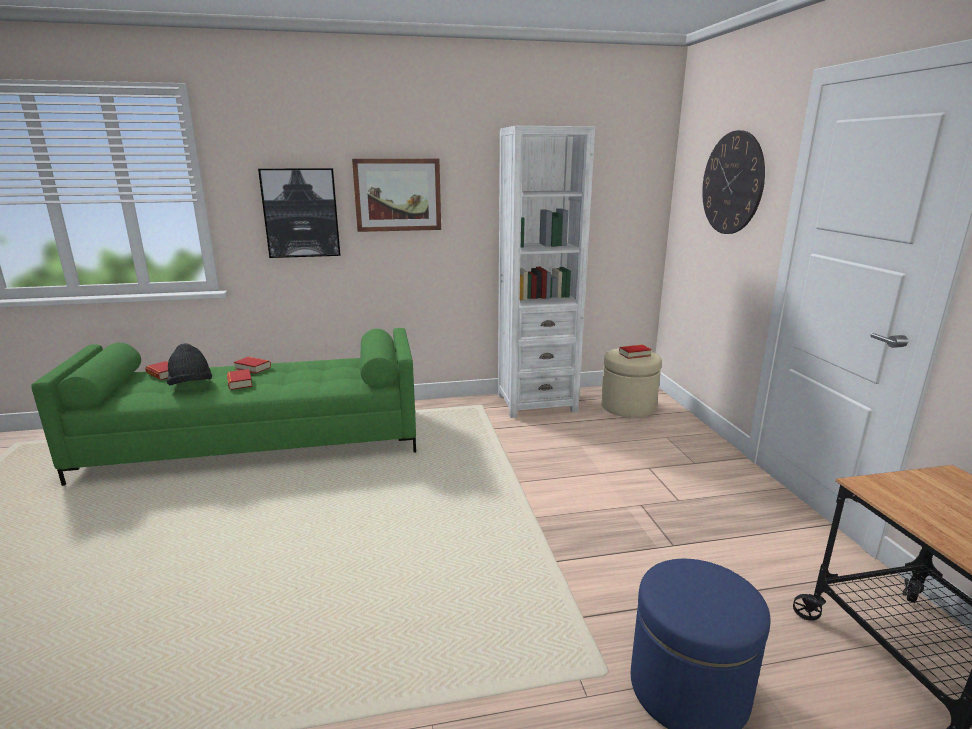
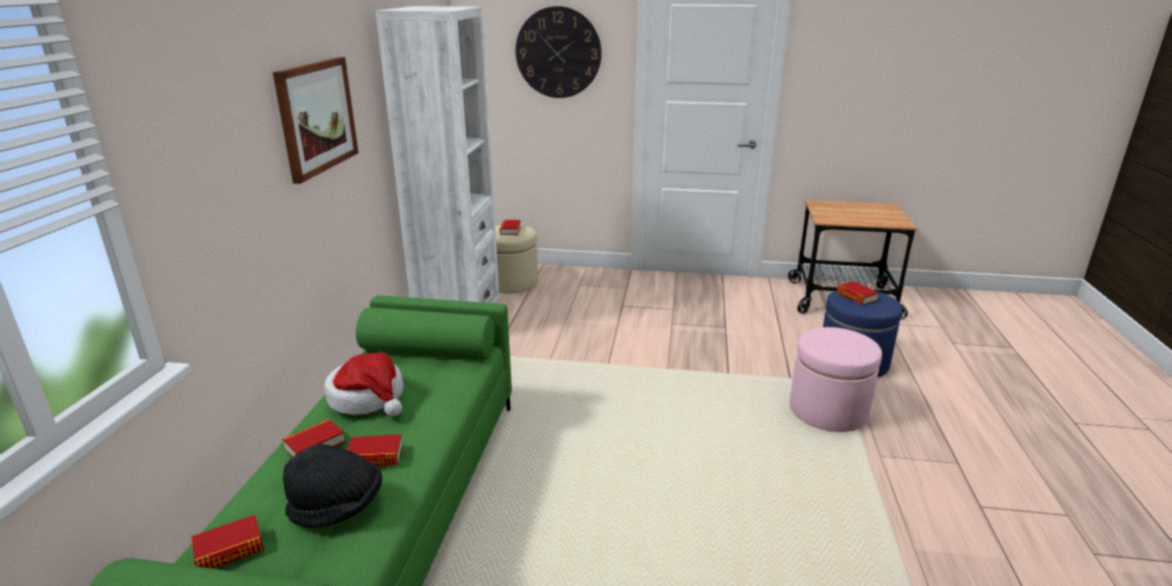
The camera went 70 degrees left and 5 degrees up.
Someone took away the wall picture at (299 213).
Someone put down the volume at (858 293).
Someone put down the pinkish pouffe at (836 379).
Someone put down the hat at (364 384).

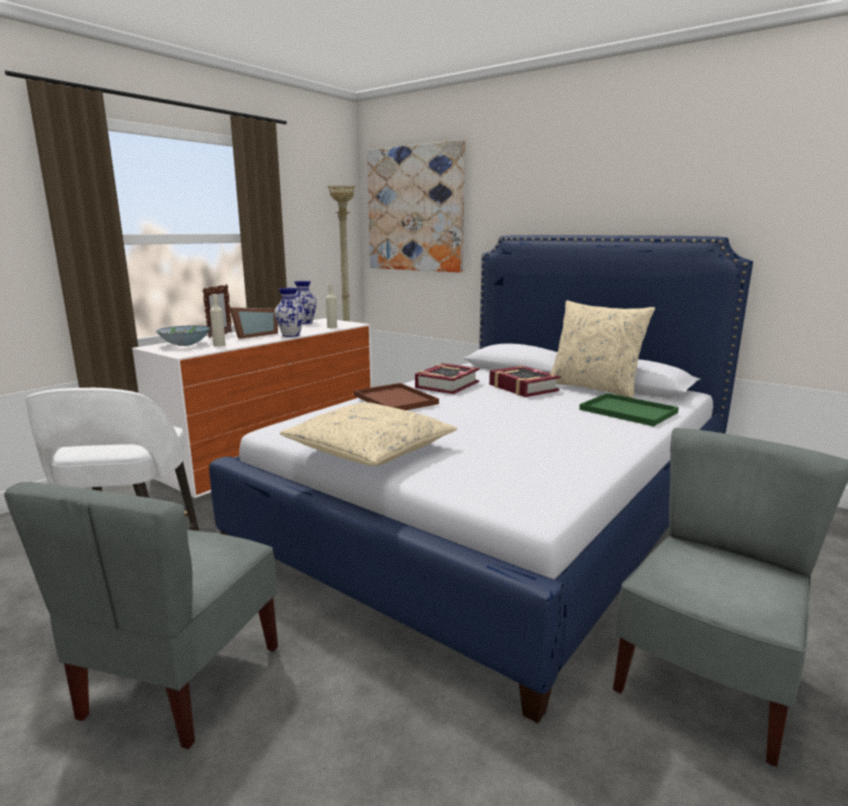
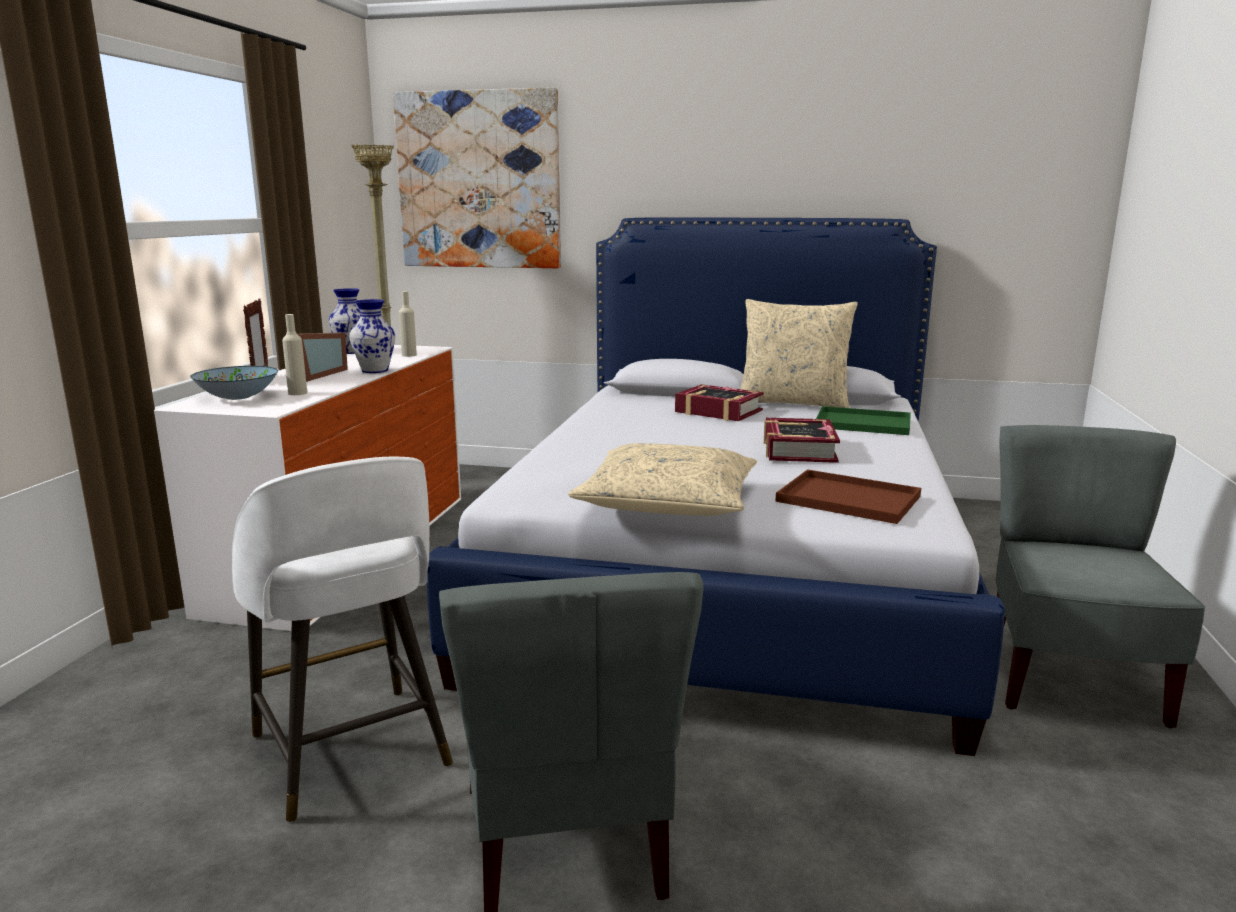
The camera went 25 degrees left and 0 degrees up.
Someone carried the volume from (447 378) to (802 440).
Someone carried the brown tray from (396 396) to (848 496).

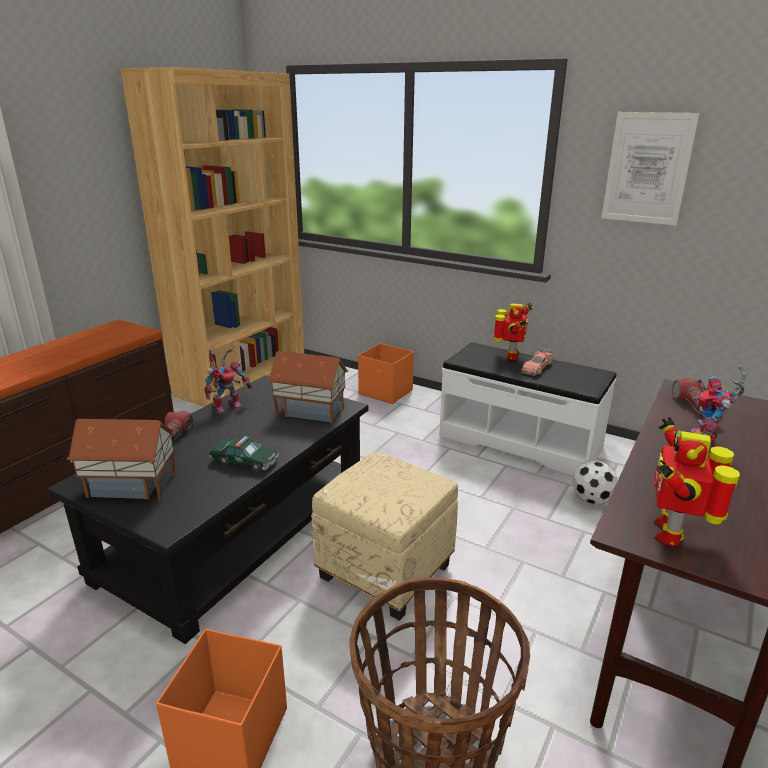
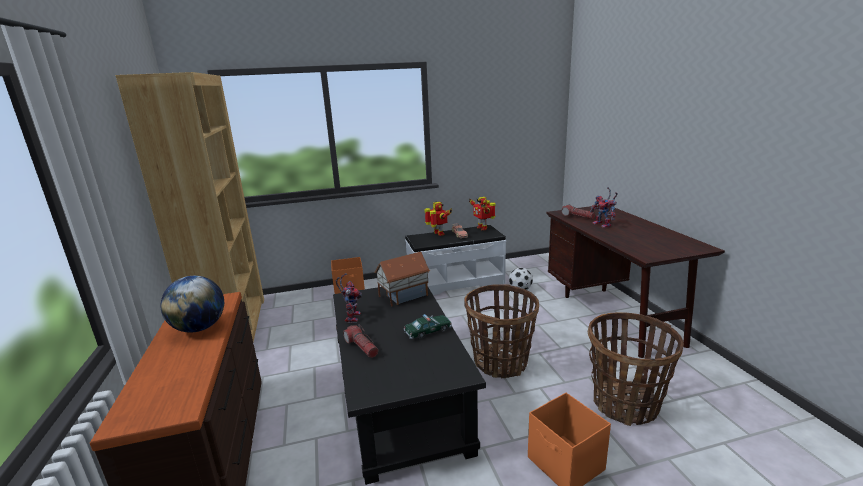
The camera went 45 degrees left and 5 degrees down.
Someone took away the wall picture at (650 168).
Someone carried the toy robot from (697 481) to (482 214).
Someone took away the toy house at (121 461).
Someone swapped the beige pouffe at (384 536) for the household basket at (501 331).
Someone put down the desk globe at (192 304).

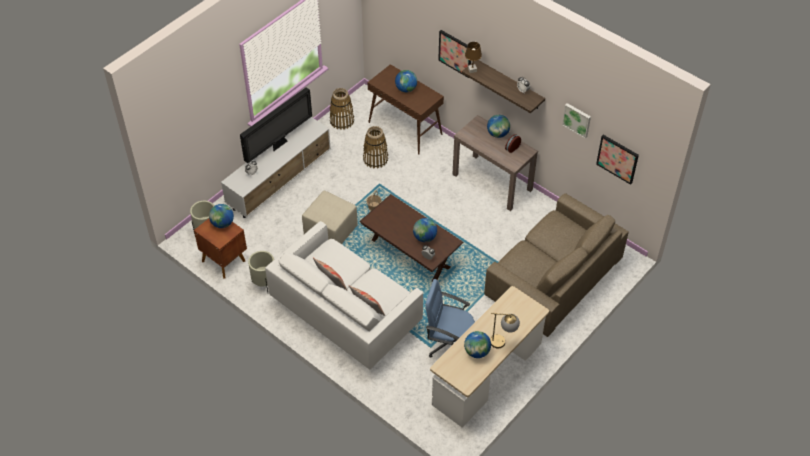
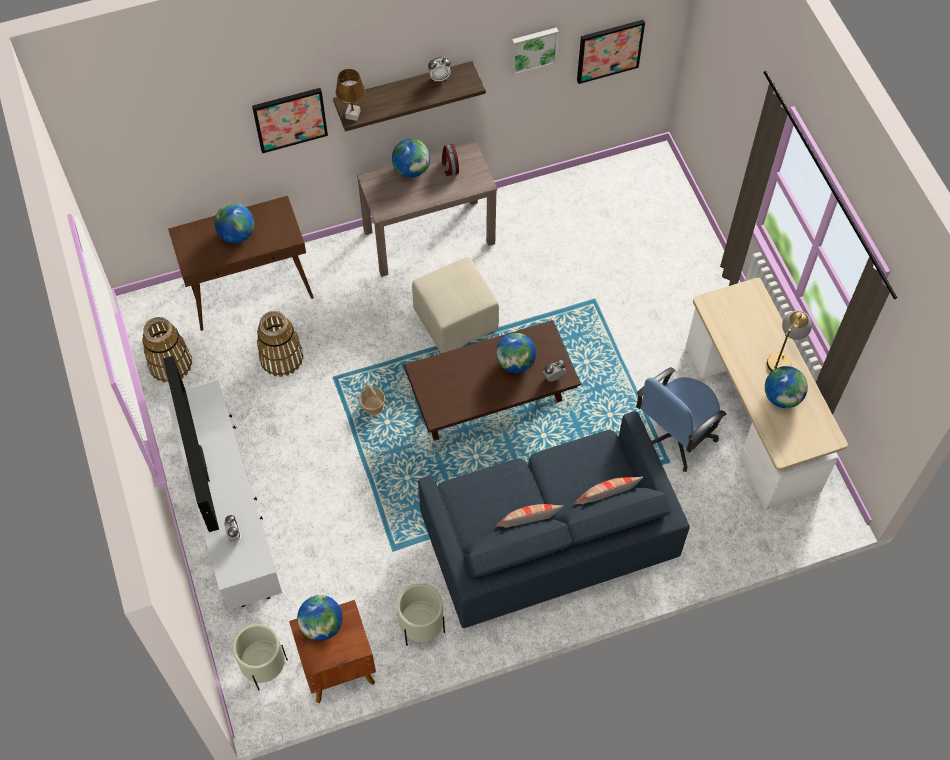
The camera went 60 degrees left and 10 degrees up.
Someone carried the beige pouffe from (330 217) to (455 305).
Someone took away the brown sofa at (556 265).
Someone repainted the white-coloured sofa at (344 295), which became the blue sofa at (554 519).

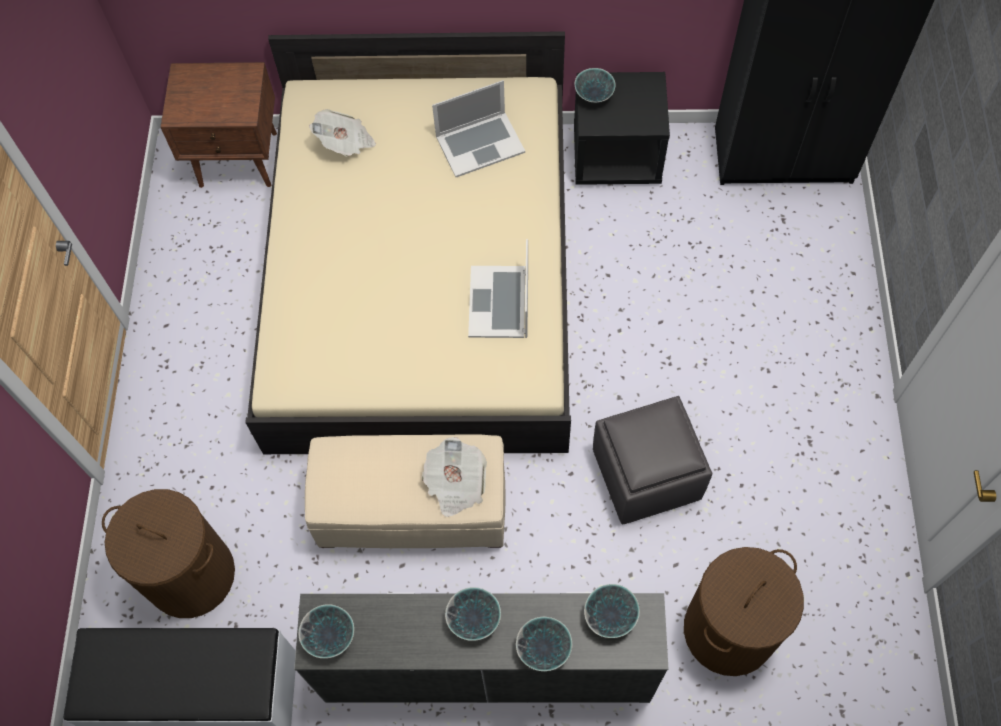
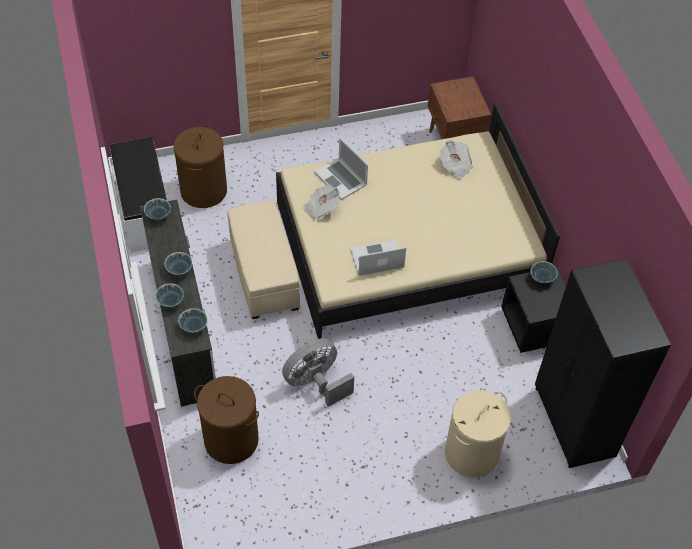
The camera went 70 degrees right and 10 degrees down.
Someone carried the notebook computer from (478 128) to (341 169).
Someone swapped the grey pouffe at (652 460) for the grey fan at (318 372).
Someone carried the printed paper from (454 477) to (321 202).
Someone put down the beige laundry basket at (478 434).

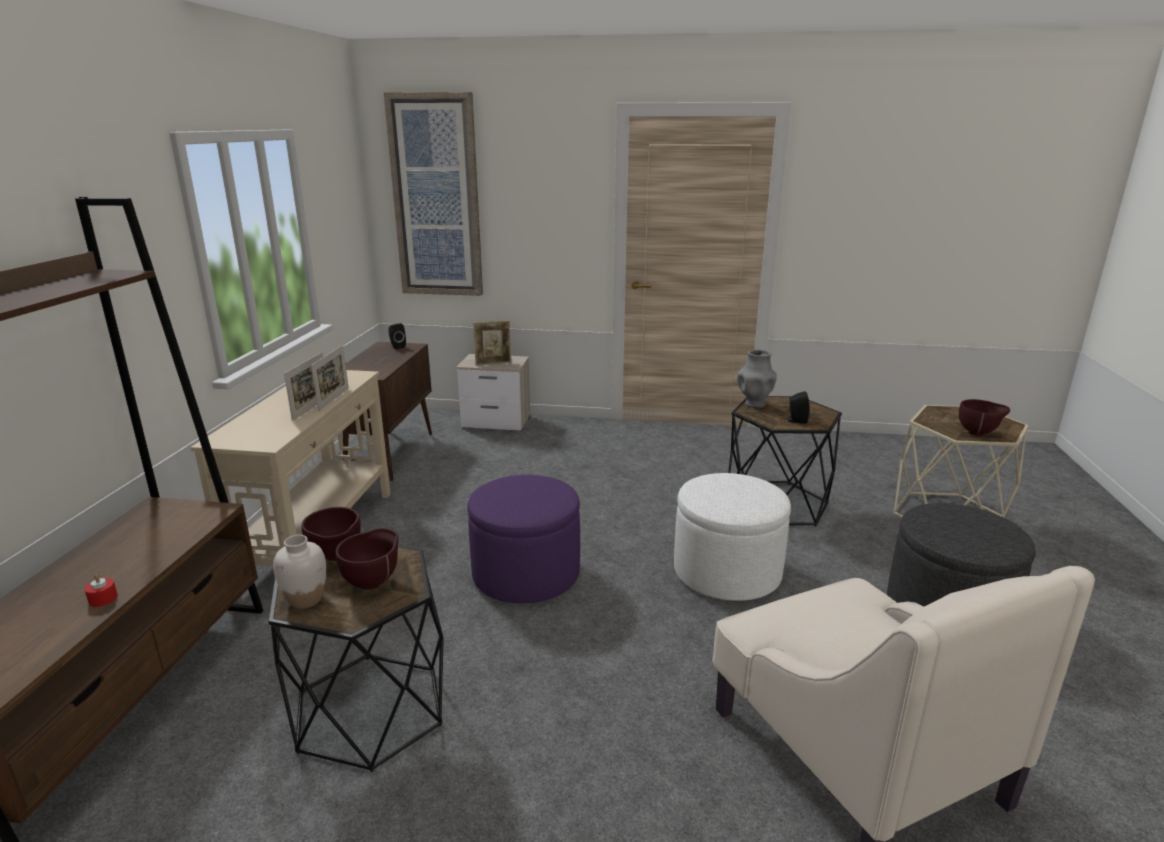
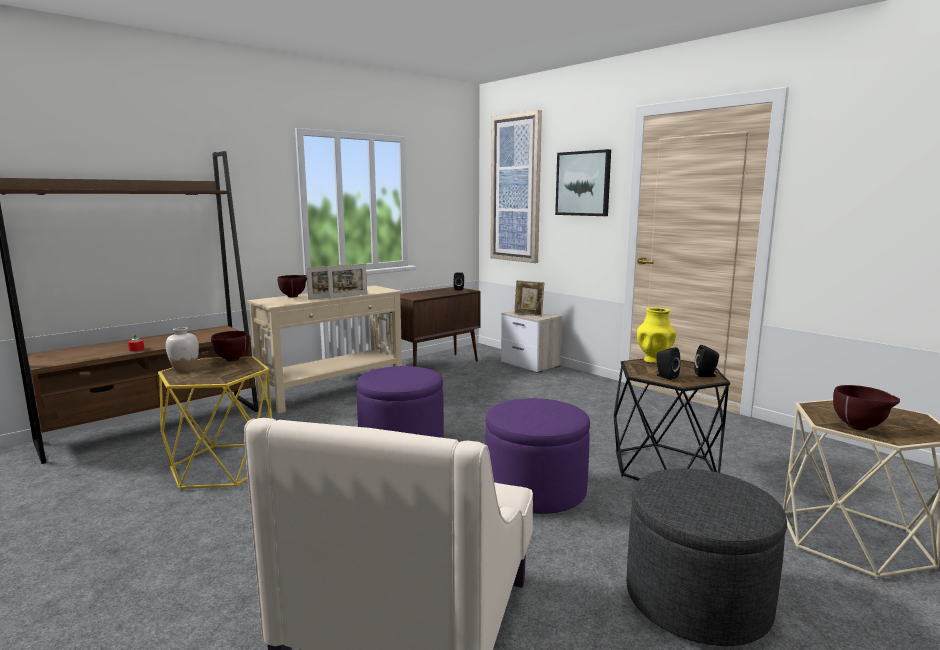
The camera went 40 degrees right and 10 degrees down.
Someone repainted the grey flower vase at (757 379), which became the yellow-coloured flower vase at (656 335).
Someone repainted the white-coloured pouffe at (732 537), which became the purplish pouffe at (537 456).
Someone carried the brown serving bowl from (367 559) to (292 286).
Someone repainted the black-coloured side table at (356 659), which became the yellow-coloured side table at (215 423).
Someone put up the wall picture at (583 182).
Someone put down the black-coloured audio speaker at (706 361).

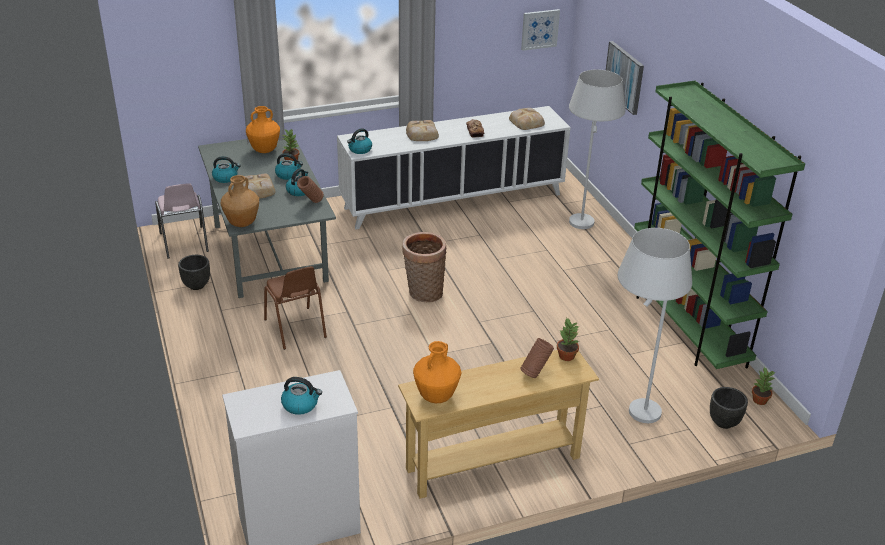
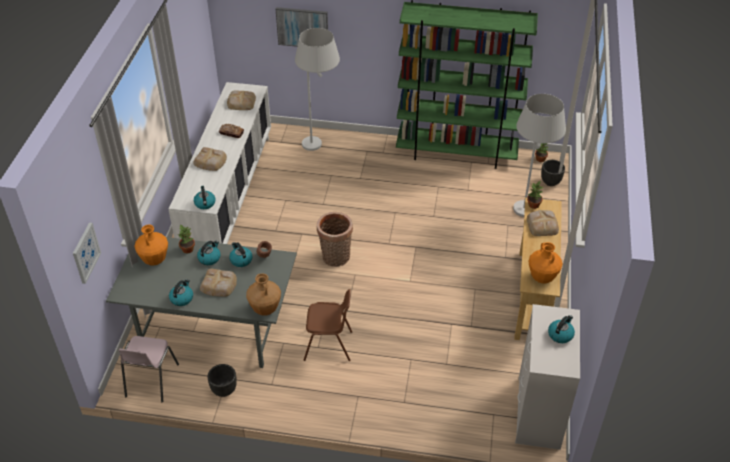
The camera went 60 degrees left and 10 degrees up.
Someone carried the wall picture from (540 30) to (87 253).
Someone rotated the pinkish plain chair at (182 221) by 90 degrees clockwise.
Someone swapped the brown flower vase at (537 358) for the baked bread at (543 223).

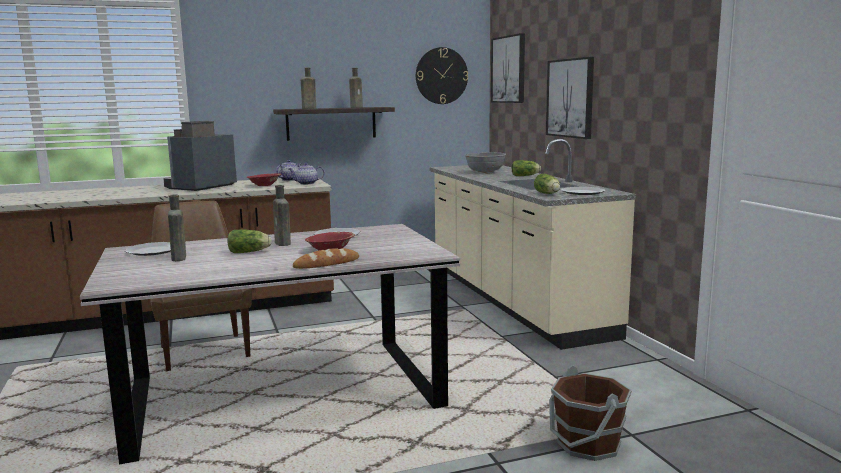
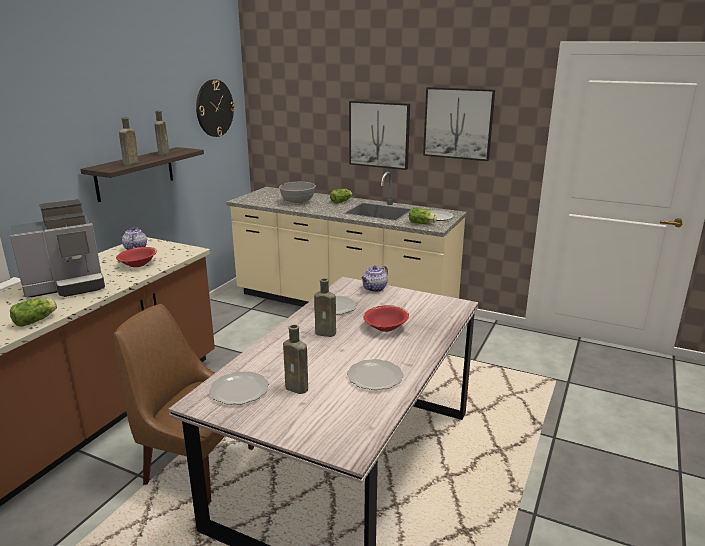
The camera went 45 degrees left and 10 degrees up.
Someone carried the wall picture from (508 68) to (459 124).
Someone rotated the coffee machine at (200 156) by 105 degrees counterclockwise.
Someone carried the pot for tea from (307 174) to (374 279).
Someone carried the lettuce from (250 241) to (33 312).
Someone took away the baked bread at (326 258).
Someone took away the brown pail at (590 413).
Someone put down the plate at (375 374).

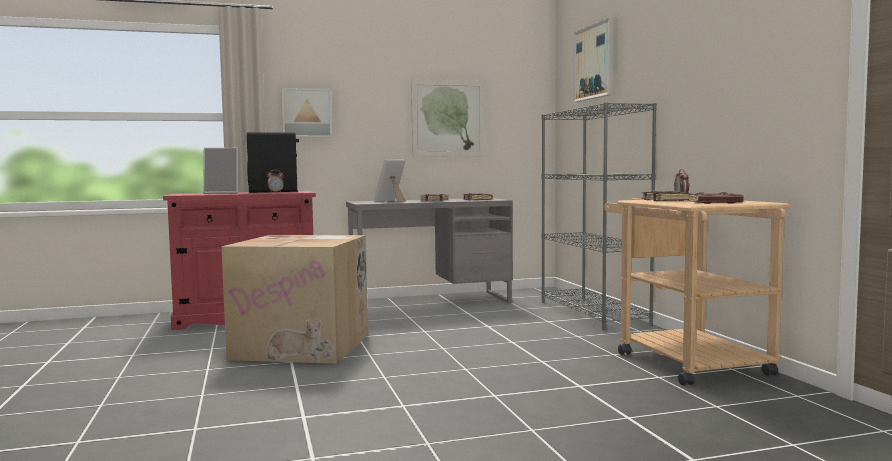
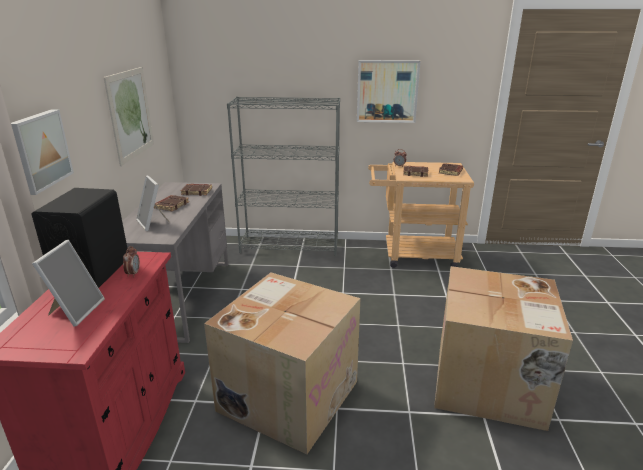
The camera went 70 degrees left and 20 degrees up.
Someone carried the wall picture from (593 60) to (388 91).
Someone put down the packing box at (503 348).

